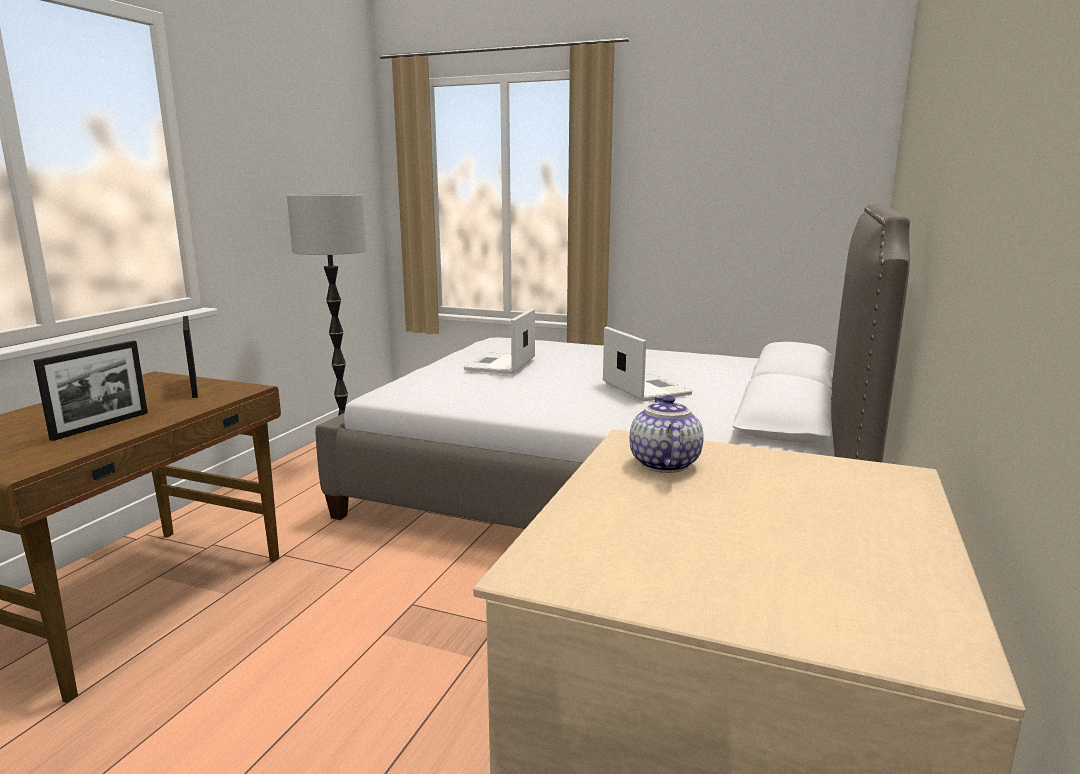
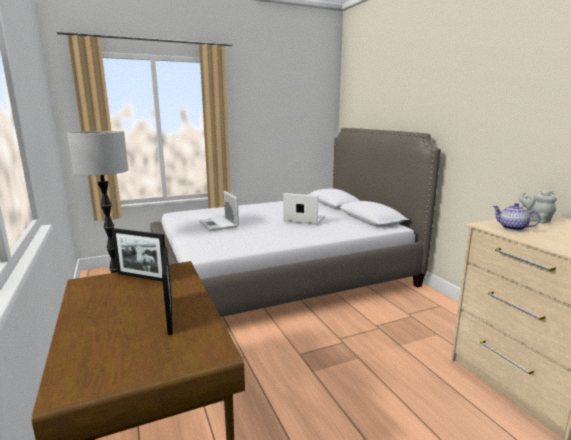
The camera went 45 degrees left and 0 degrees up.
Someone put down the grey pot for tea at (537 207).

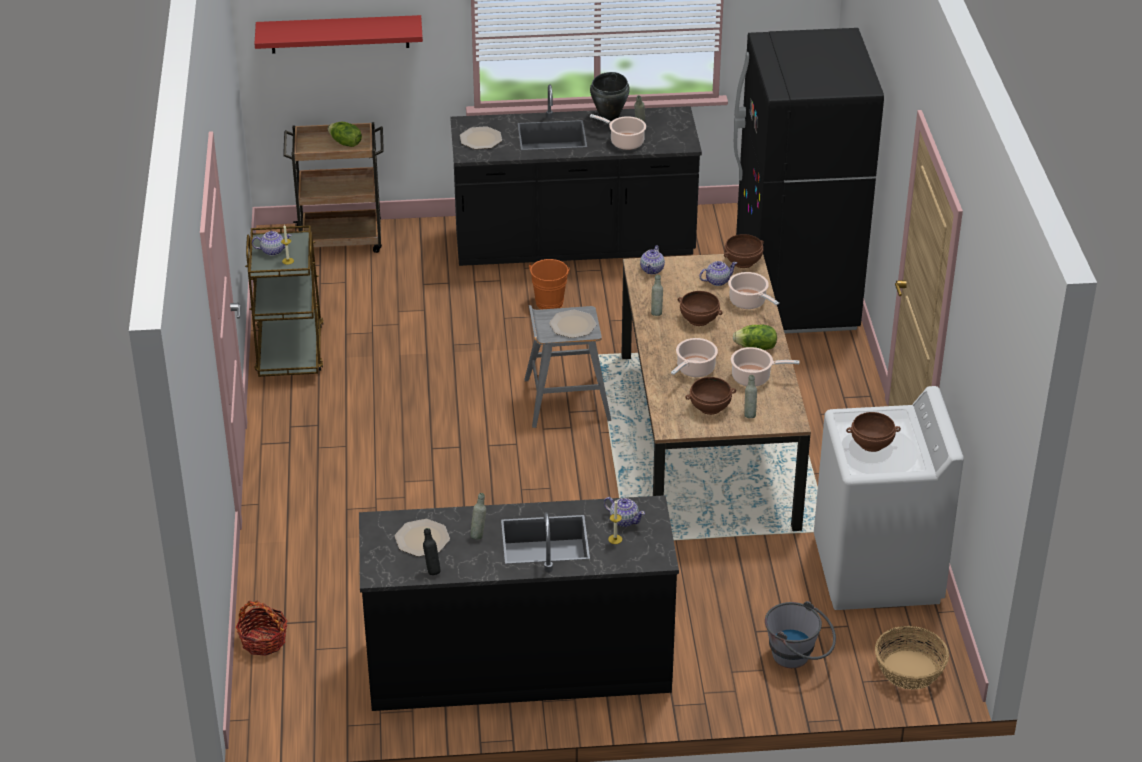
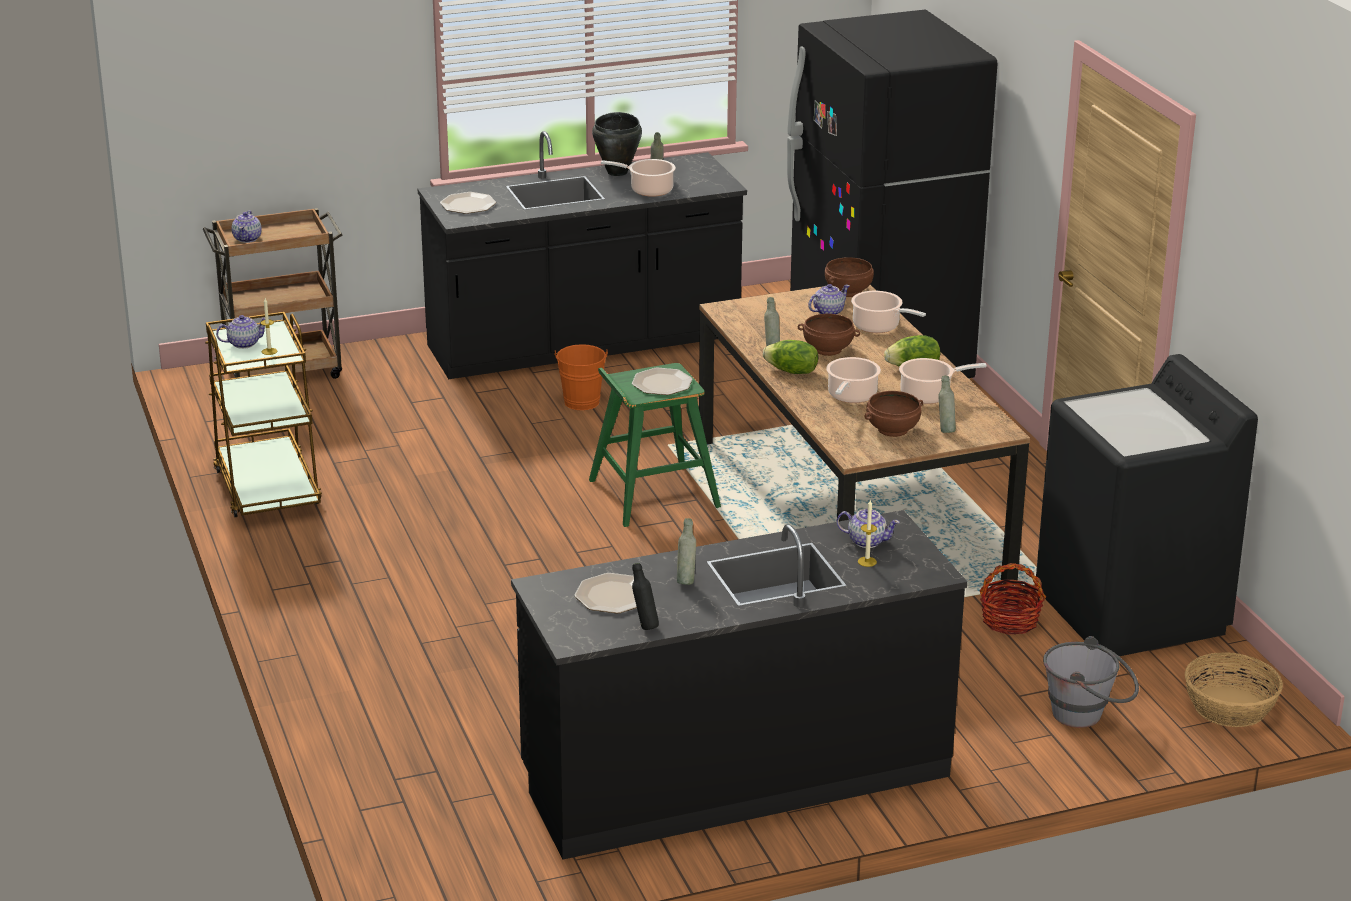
The camera went 15 degrees left and 10 degrees down.
Someone took away the red-coloured wall shelf at (338 34).
Someone carried the lettuce from (345 134) to (790 357).
Someone carried the pot for tea from (652 259) to (246 226).
Someone repainted the grey sitting stool at (568 366), which became the greenish sitting stool at (655 445).
Someone repainted the white-coloured laundry appliance at (889 498), which became the black-coloured laundry appliance at (1147 505).
Someone took away the brown serving bowl at (873 432).
Someone carried the household basket from (262 628) to (1013 599).

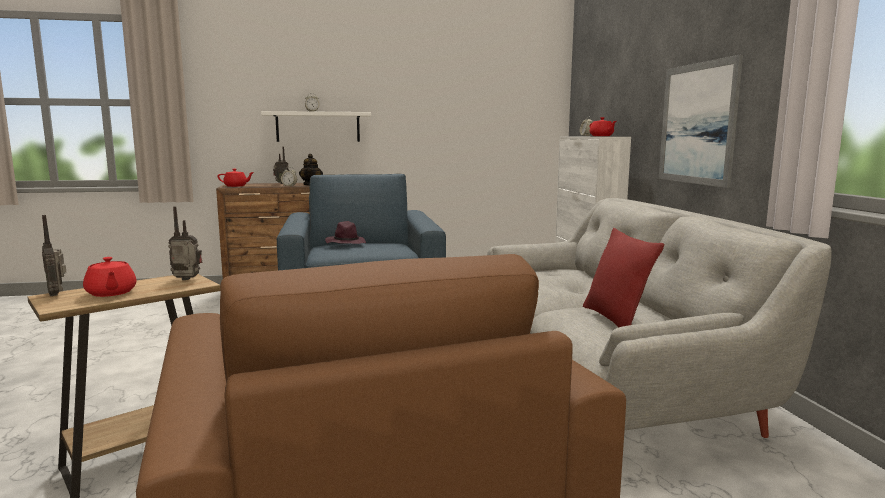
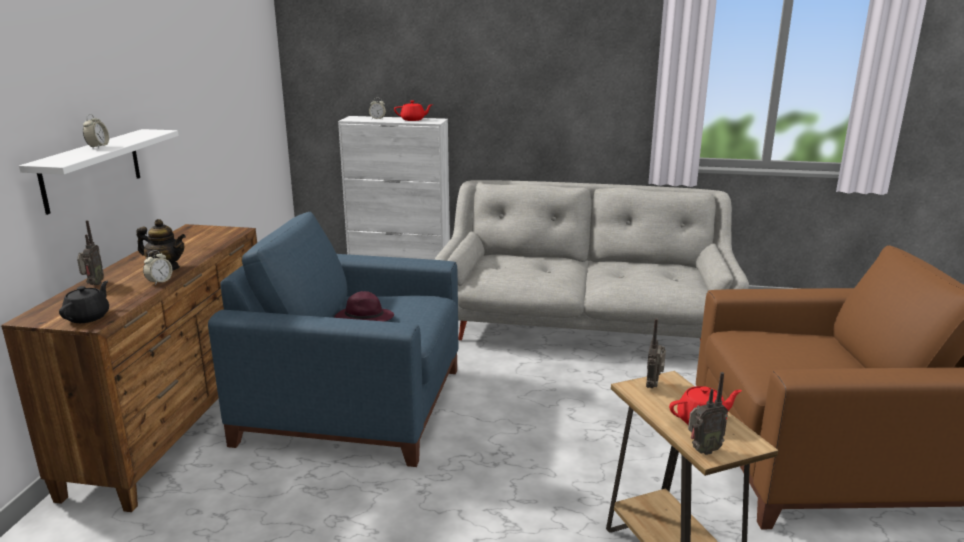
The camera went 70 degrees left and 10 degrees up.
Someone took away the wall picture at (701 121).
Someone repainted the red-coloured pot for tea at (235 178), which became the black-coloured pot for tea at (84 301).
Someone took away the red-coloured throw pillow at (623 278).

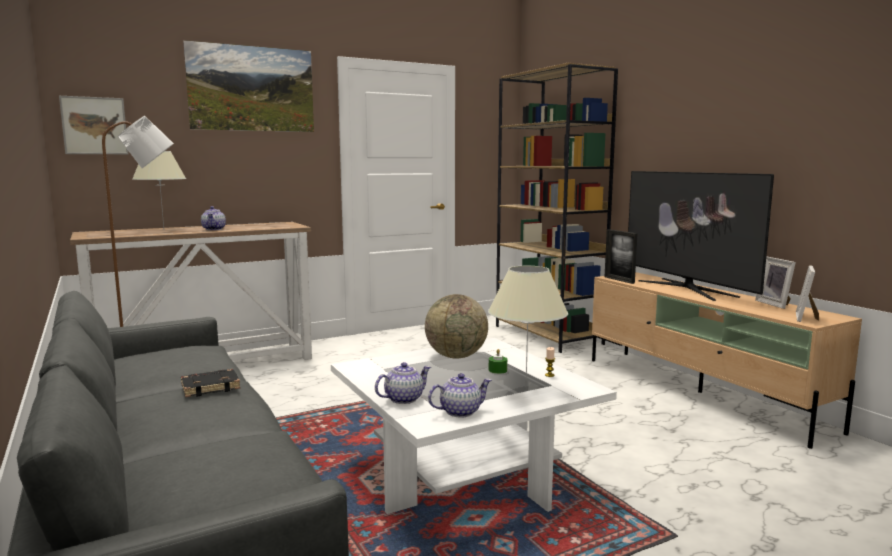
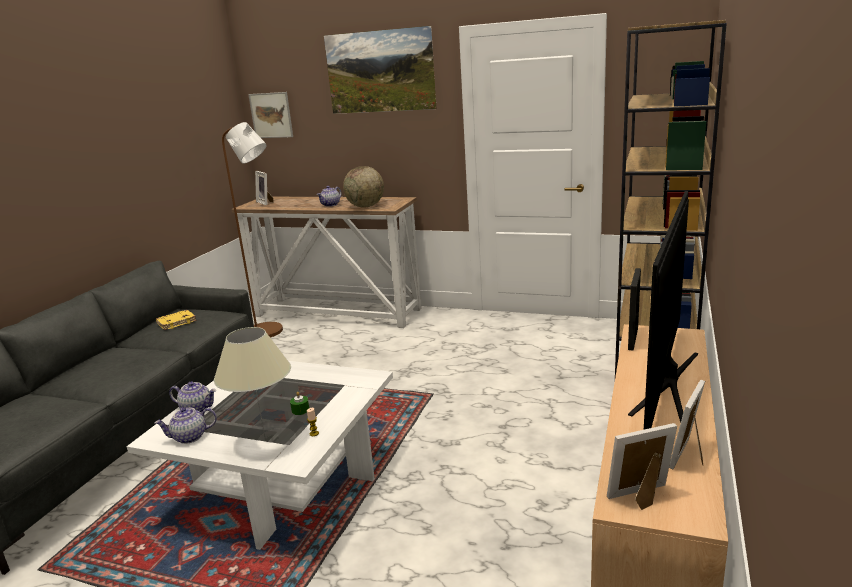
The camera went 50 degrees right and 10 degrees up.
Someone took away the beige tabletop lamp at (159 189).
Someone carried the desk globe from (456 326) to (363 186).
Someone took away the black-coloured volume at (210 383).
Someone rotated the pot for tea at (460 395) by 135 degrees clockwise.
Someone put down the standing frame at (264 188).
Someone put down the yellow-coloured volume at (176 320).

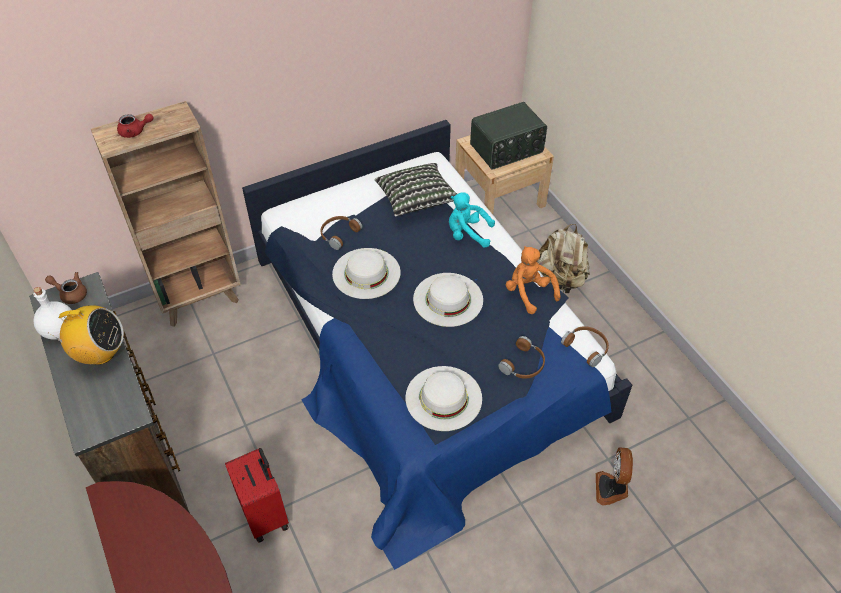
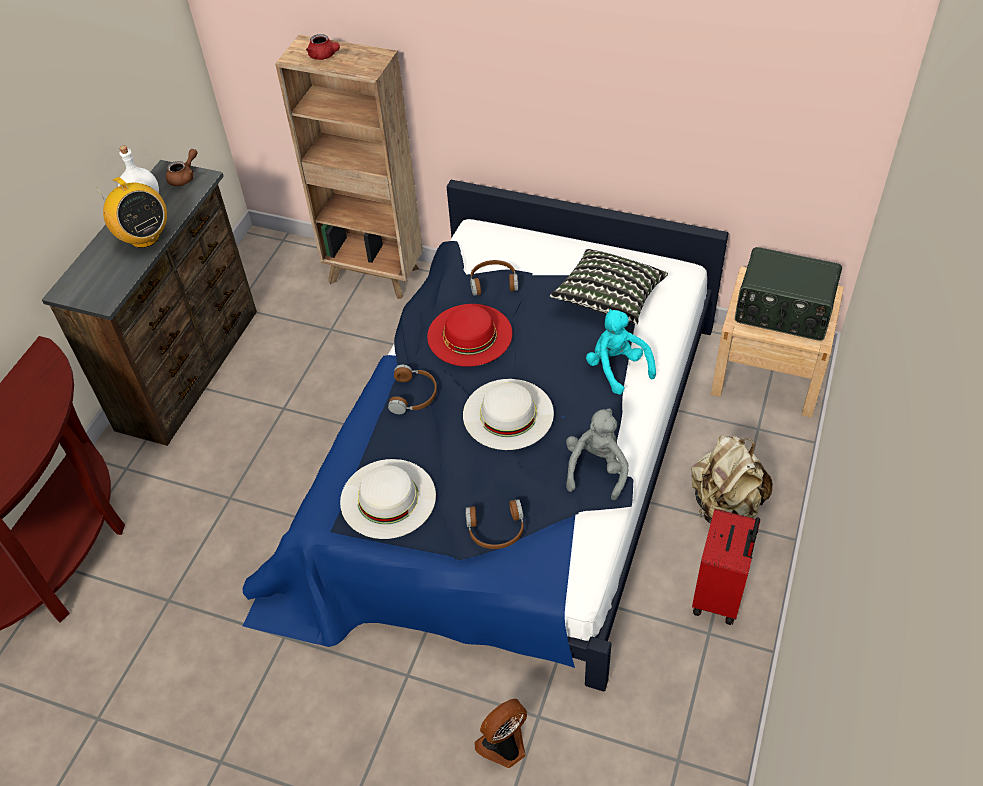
The camera went 50 degrees right and 0 degrees up.
Someone repainted the orange-coloured soft toy at (533 280), which became the grey soft toy at (597 454).
Someone repainted the white-coloured hat at (366 273), which became the red-coloured hat at (469 335).
Someone rotated the brown pot for tea at (66 288) by 60 degrees clockwise.
Someone carried the brown headphones from (585 346) to (412 389).
Someone carried the red-coloured piece of luggage from (257 495) to (726 567).

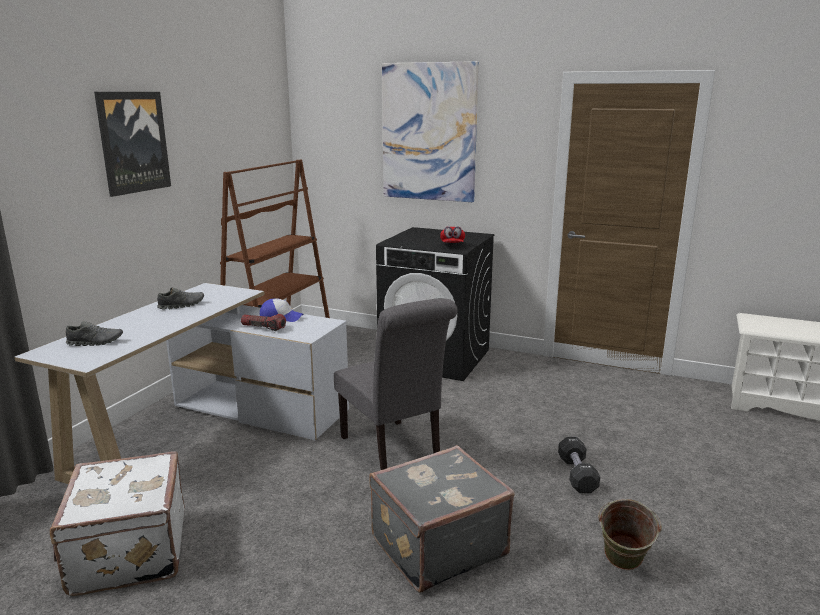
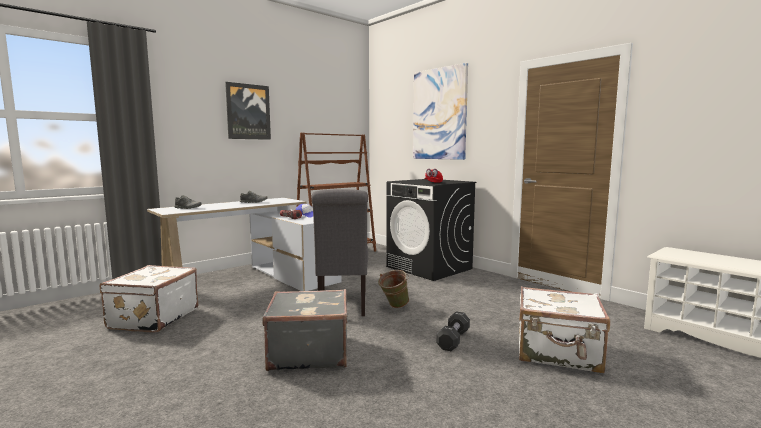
The camera went 25 degrees right and 10 degrees down.
Someone carried the greenish pail from (630 534) to (393 289).
Someone put down the white-coloured piece of luggage at (564 329).

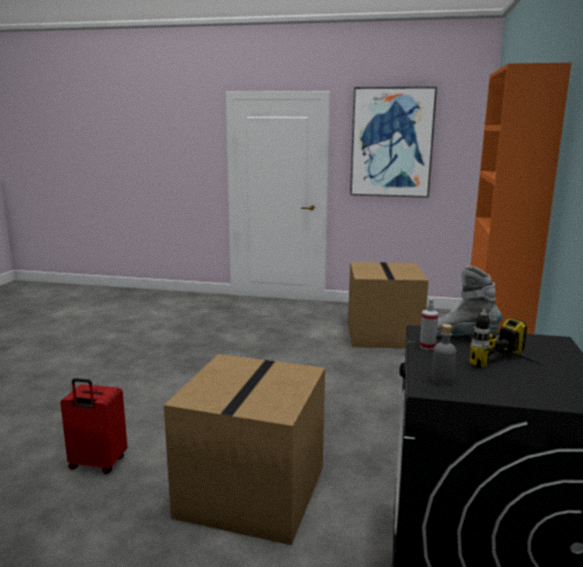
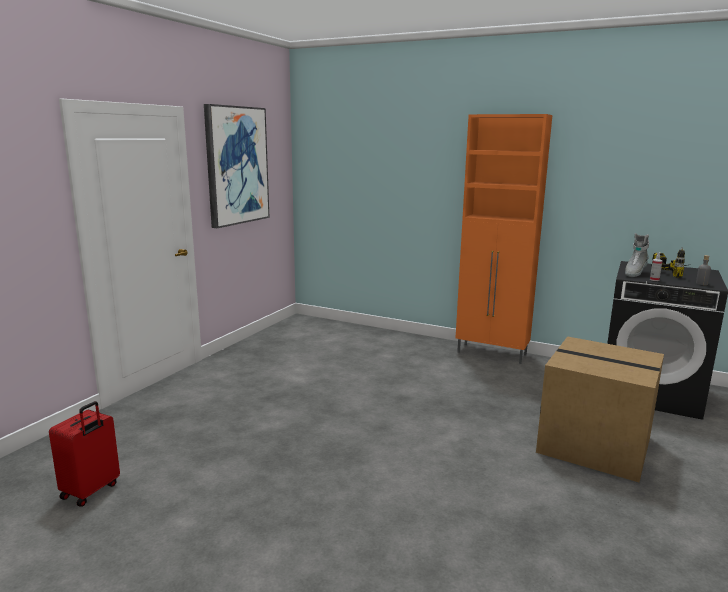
The camera went 75 degrees left and 0 degrees up.
Someone took away the packing box at (388 305).
Someone carried the red-coloured piece of luggage from (93 426) to (84 454).

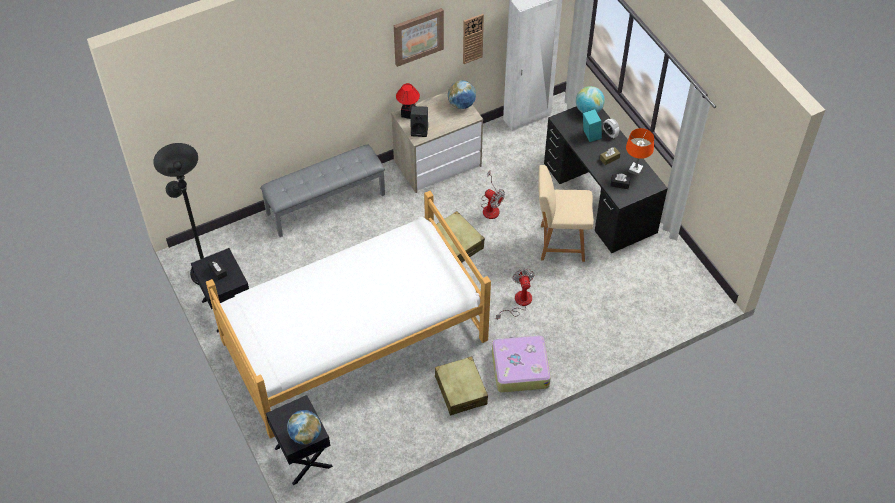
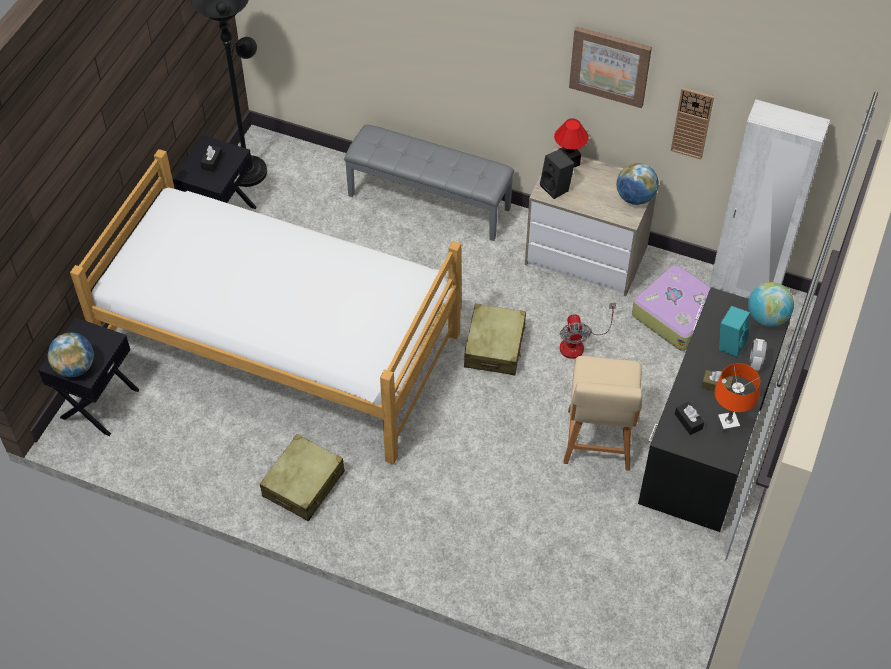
The camera went 50 degrees right and 0 degrees up.
Someone rotated the beige plain chair at (566 213) by 135 degrees counterclockwise.
Someone took away the fan at (515 294).
Someone carried the piece of luggage from (521 364) to (671 307).

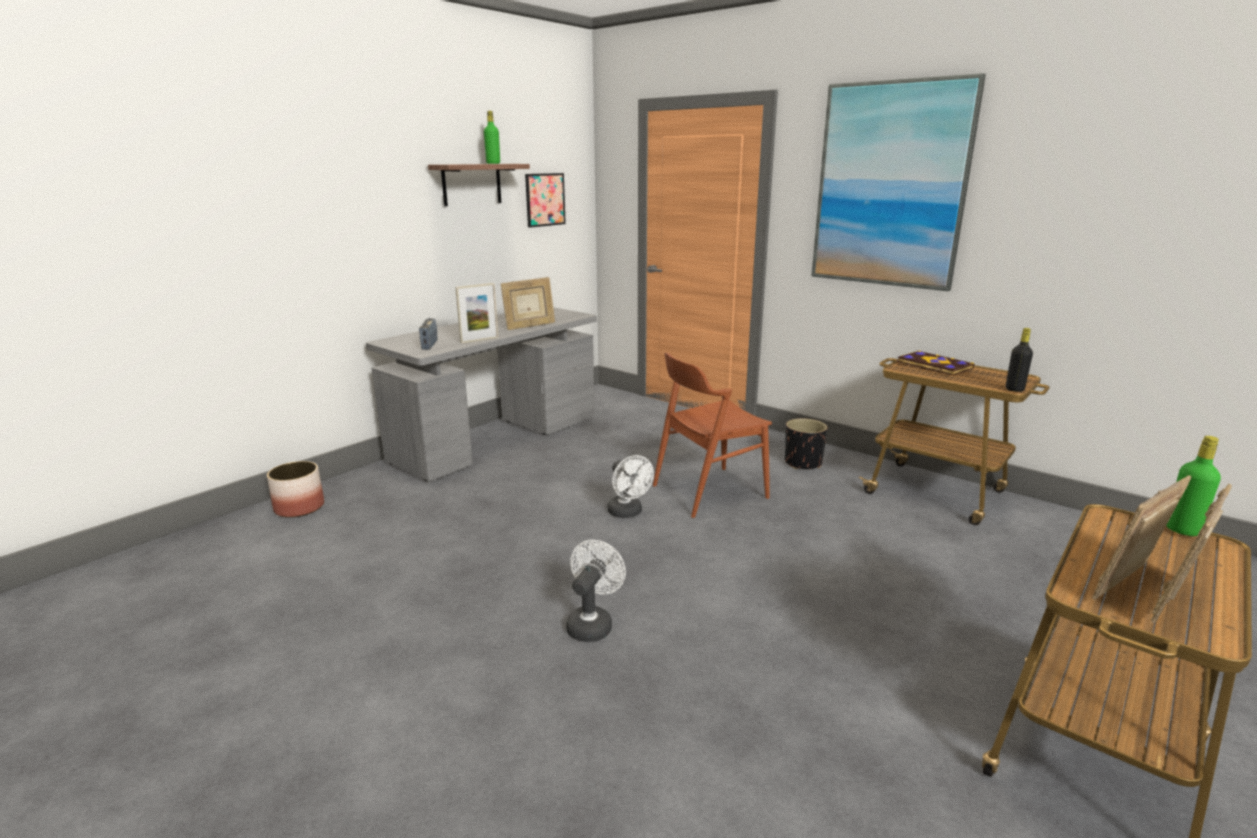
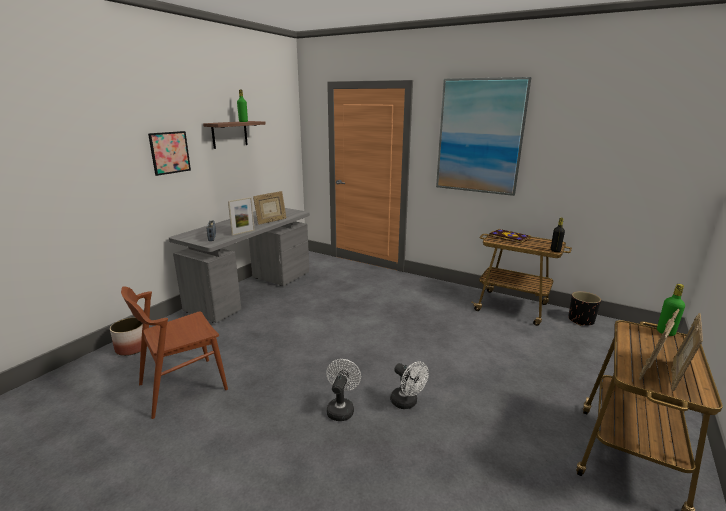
The camera went 10 degrees left and 0 degrees up.
Someone carried the wall picture from (545 200) to (169 153).
Someone carried the brown plain chair from (712 435) to (174 352).
Someone carried the black-coloured flower pot from (806 443) to (584 308).
Someone carried the white-coloured fan from (630 486) to (409 385).

